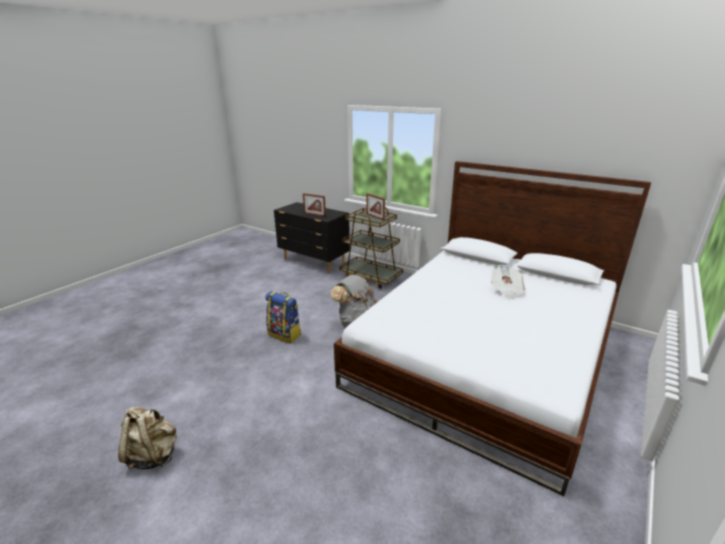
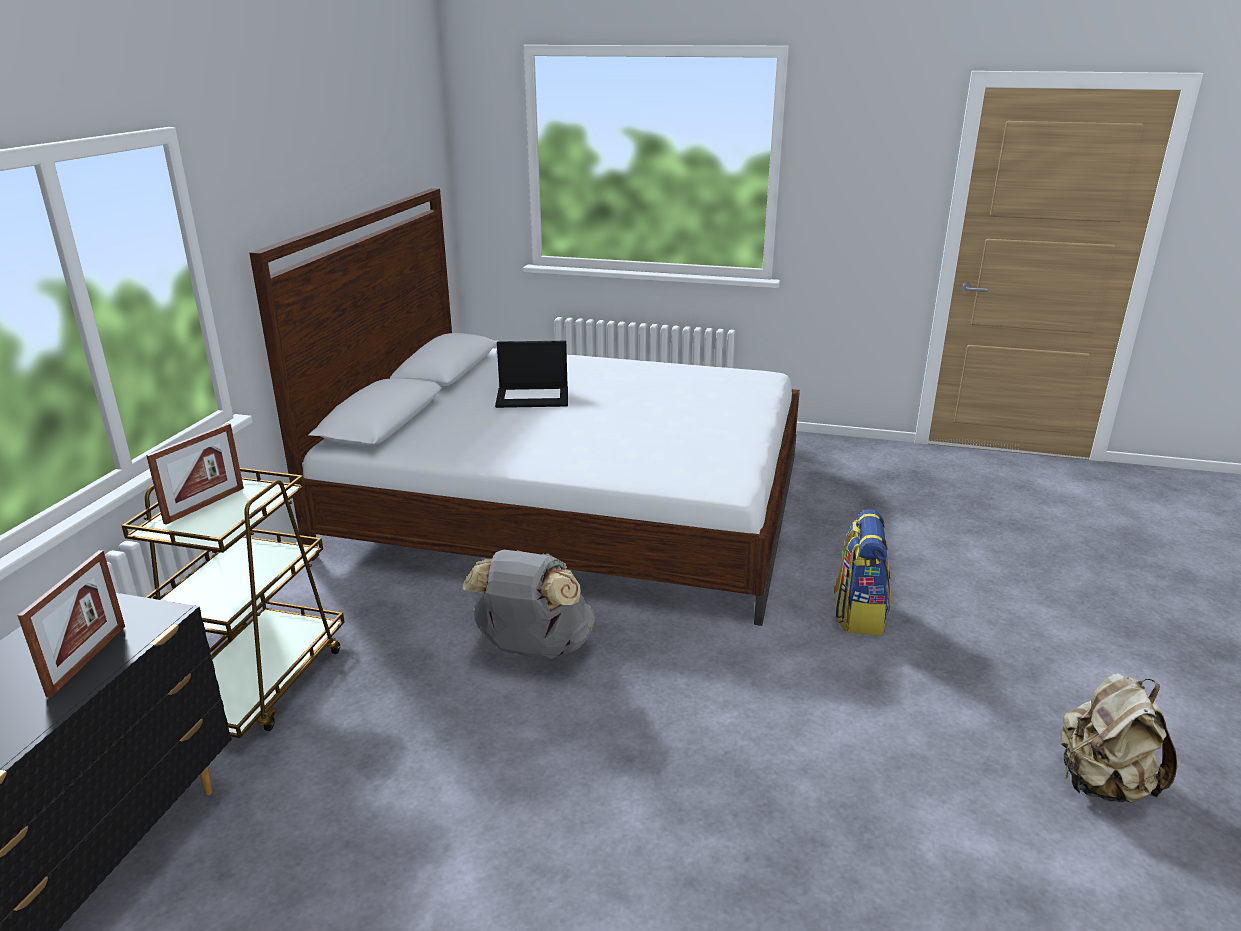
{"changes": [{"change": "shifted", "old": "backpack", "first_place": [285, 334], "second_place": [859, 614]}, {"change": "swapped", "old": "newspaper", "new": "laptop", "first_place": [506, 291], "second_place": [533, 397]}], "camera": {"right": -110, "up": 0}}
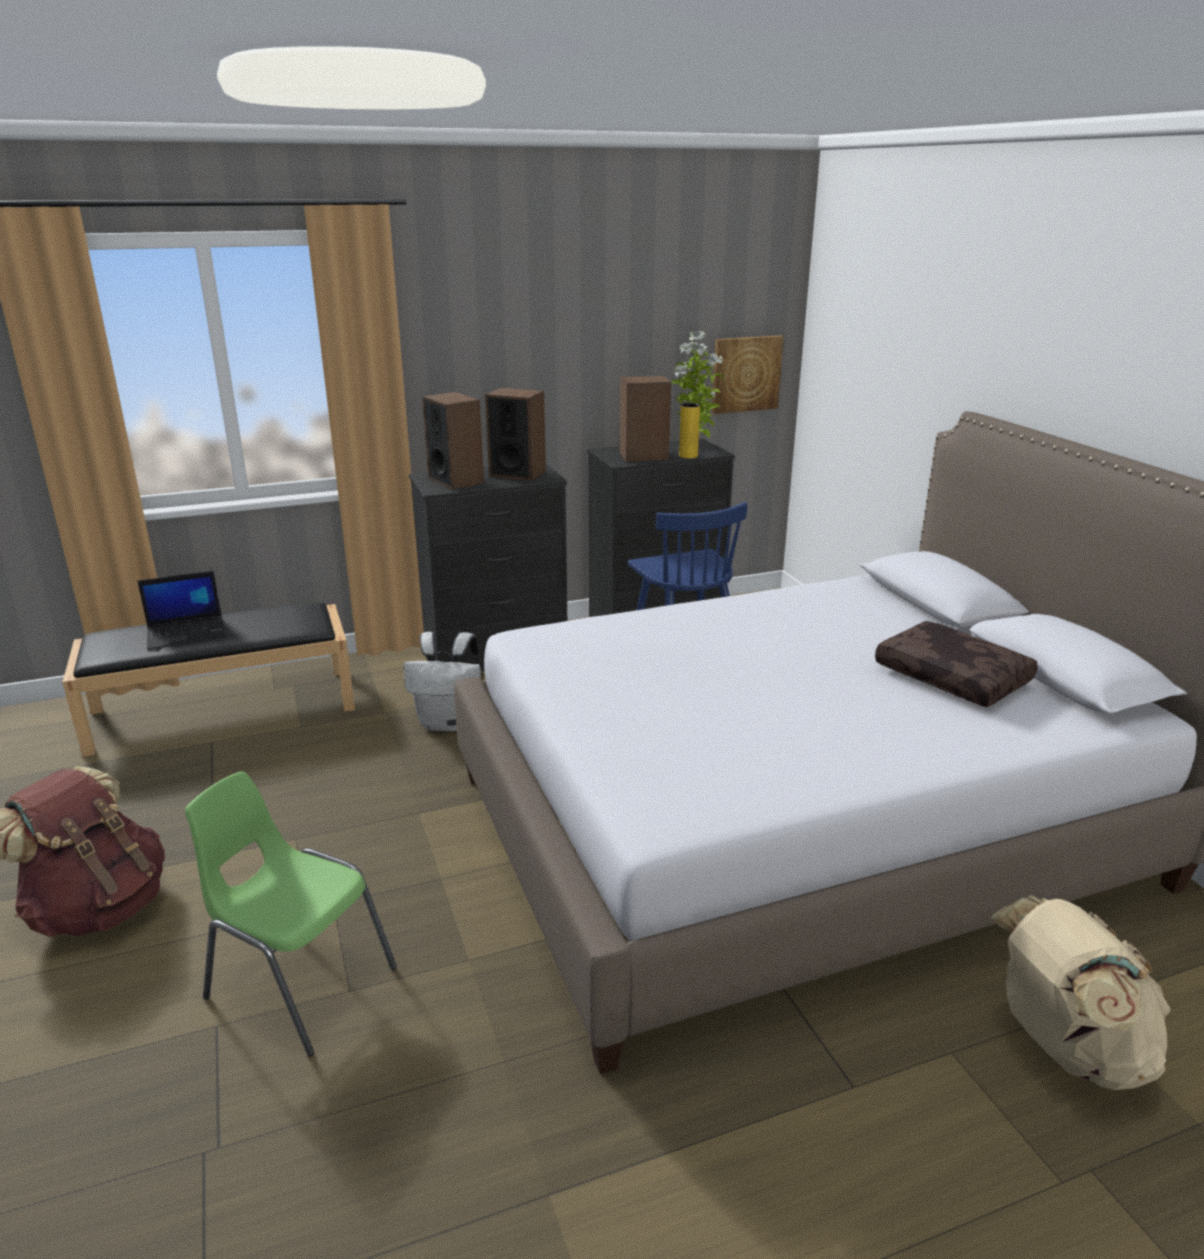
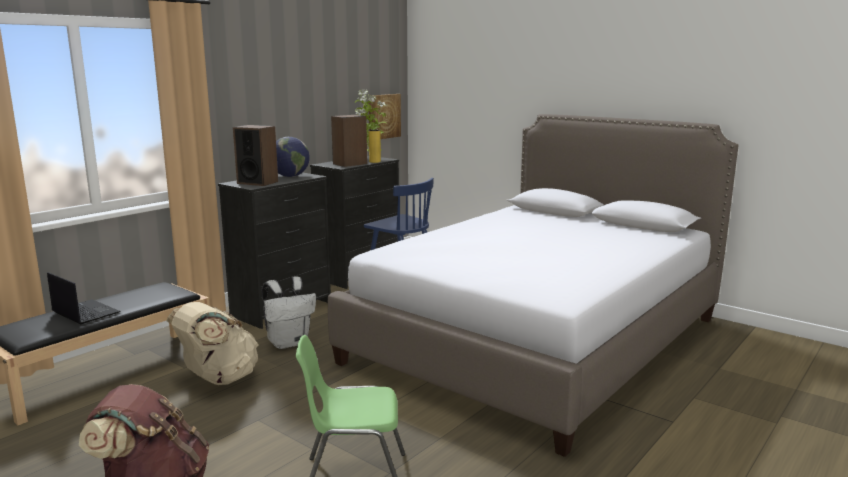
{"changes": [{"change": "rotated", "old": "laptop", "first_place": [187, 633], "second_place": [84, 312], "degrees": -90}, {"change": "swapped", "old": "speaker", "new": "globe", "first_place": [517, 473], "second_place": [290, 176]}, {"change": "gone", "old": "brown pillow", "first_place": [954, 677]}, {"change": "shifted", "old": "beige backpack", "first_place": [1065, 1046], "second_place": [218, 379]}], "camera": {"right": -30, "up": -10}}
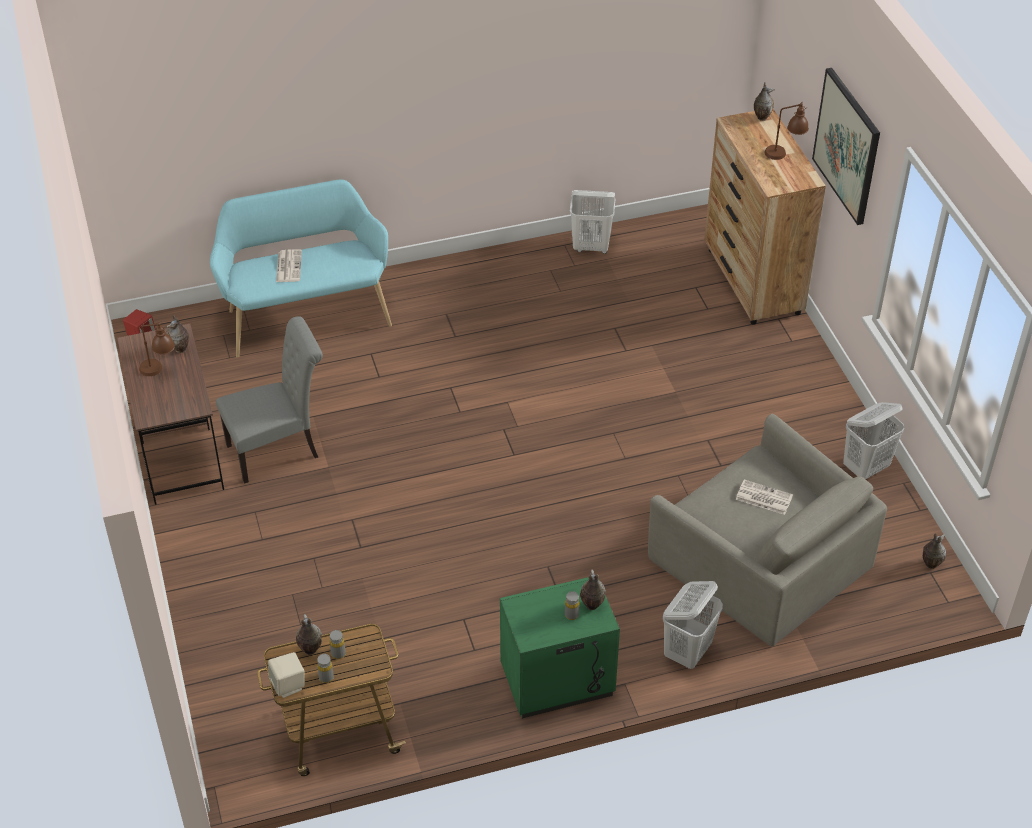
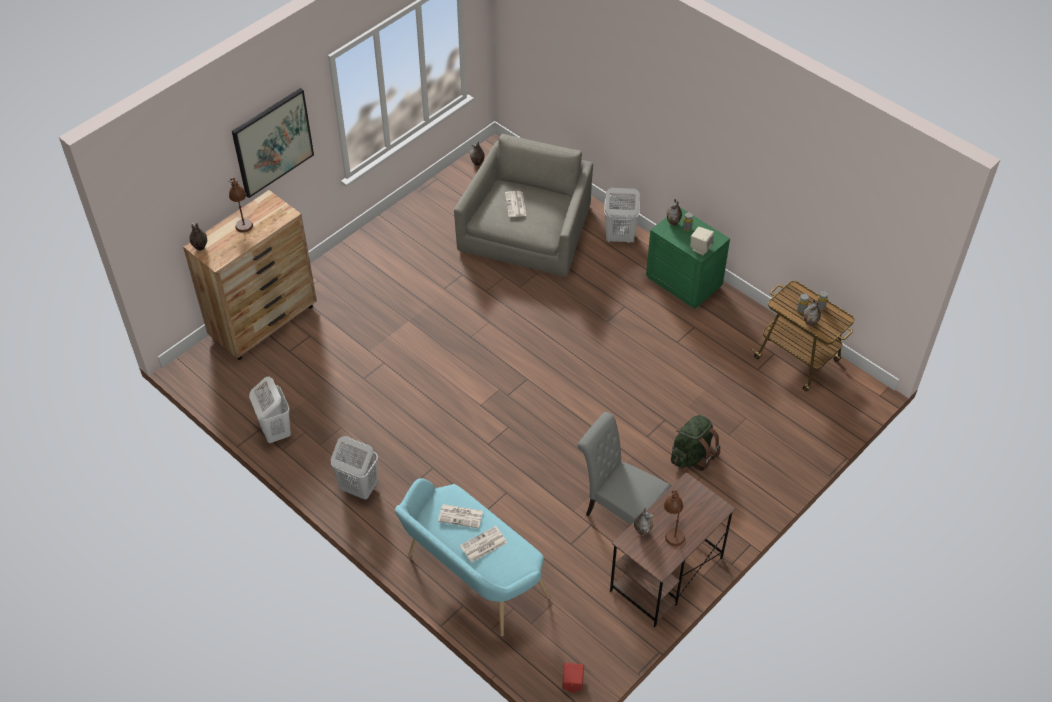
{"changes": [{"change": "shifted", "old": "beige speaker", "first_place": [288, 685], "second_place": [700, 248]}, {"change": "shifted", "old": "white laundry basket", "first_place": [866, 468], "second_place": [358, 488]}, {"change": "new", "new": "newspaper", "second_place": [461, 516]}, {"change": "new", "new": "green backpack", "second_place": [692, 455]}], "camera": {"right": -120, "up": 5}}
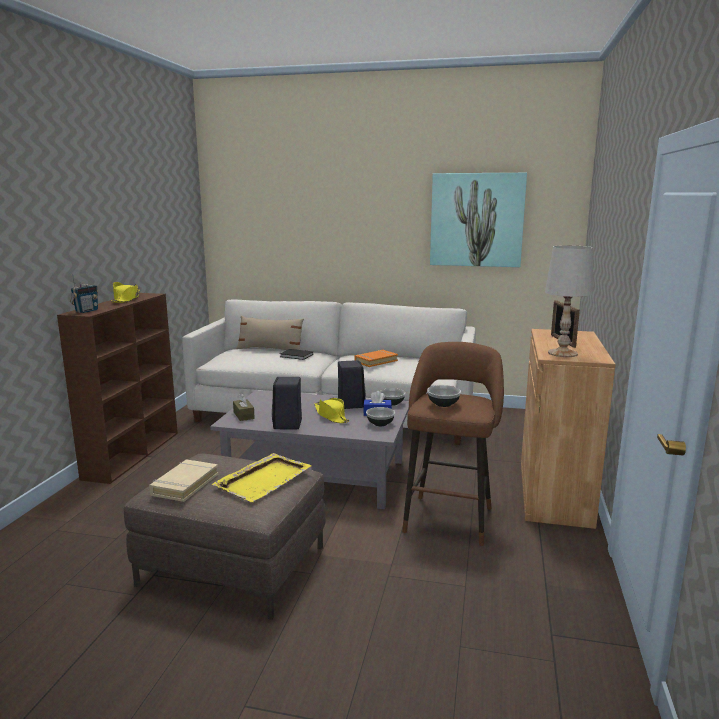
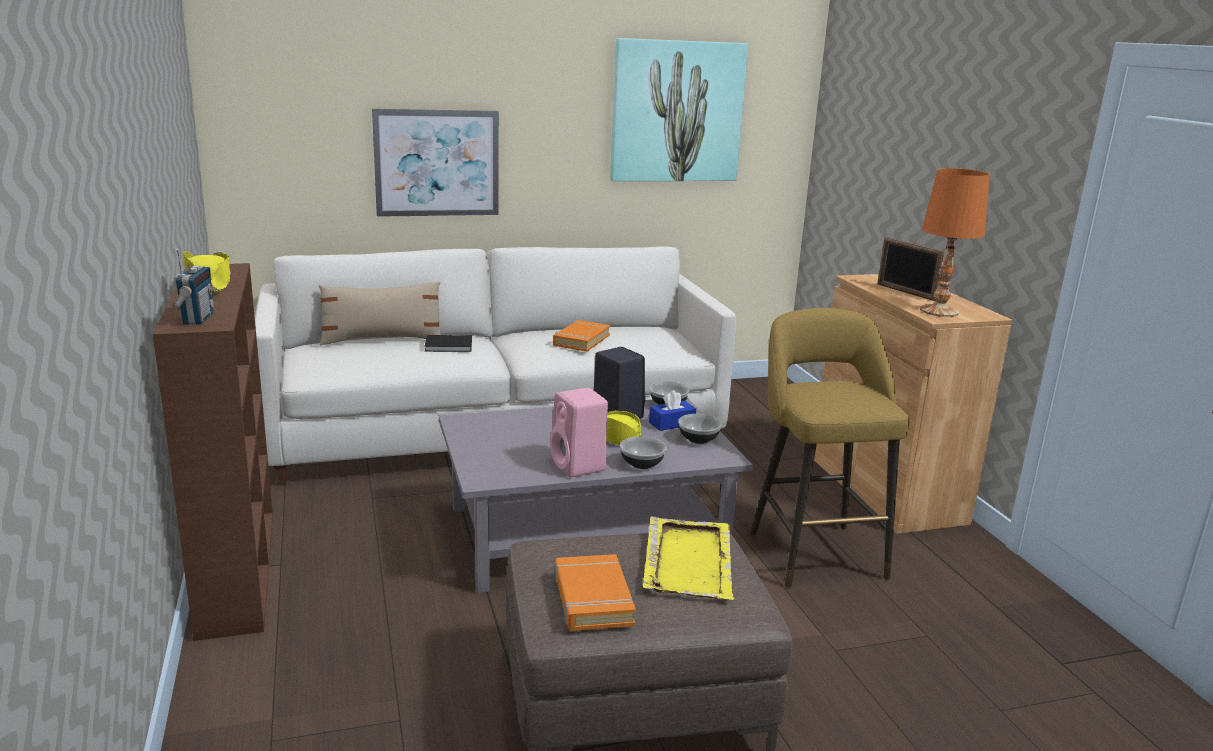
{"changes": [{"change": "repainted", "old": "beige book", "new": "orange book", "first_place": [184, 484], "second_place": [592, 599]}, {"change": "gone", "old": "brown tissue box", "first_place": [243, 415]}, {"change": "repainted", "old": "black speaker", "new": "pink speaker", "first_place": [288, 425], "second_place": [579, 466]}, {"change": "repainted", "old": "brown stool", "new": "yellow stool", "first_place": [449, 516], "second_place": [814, 550]}, {"change": "shifted", "old": "bowl", "first_place": [443, 404], "second_place": [642, 464]}, {"change": "repainted", "old": "white table lamp", "new": "orange table lamp", "first_place": [562, 353], "second_place": [938, 311]}, {"change": "new", "new": "picture", "second_place": [437, 163]}], "camera": {"right": -30, "up": 5}}
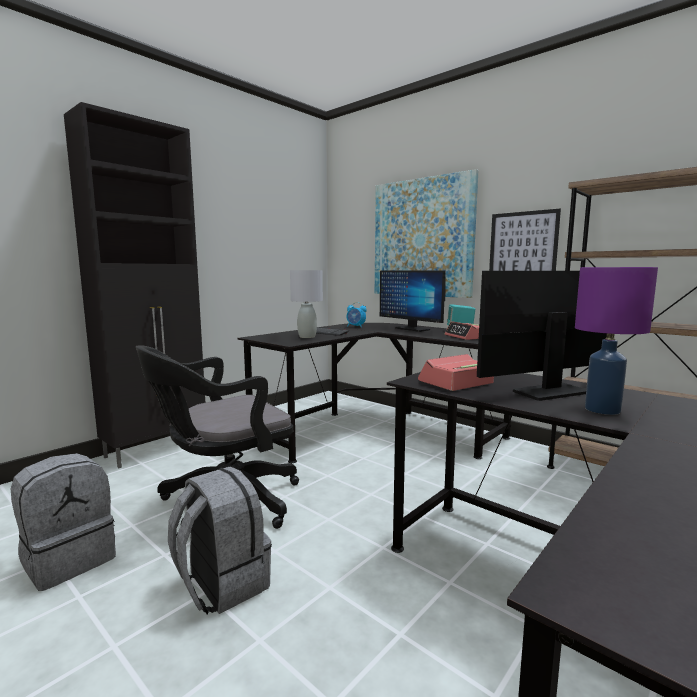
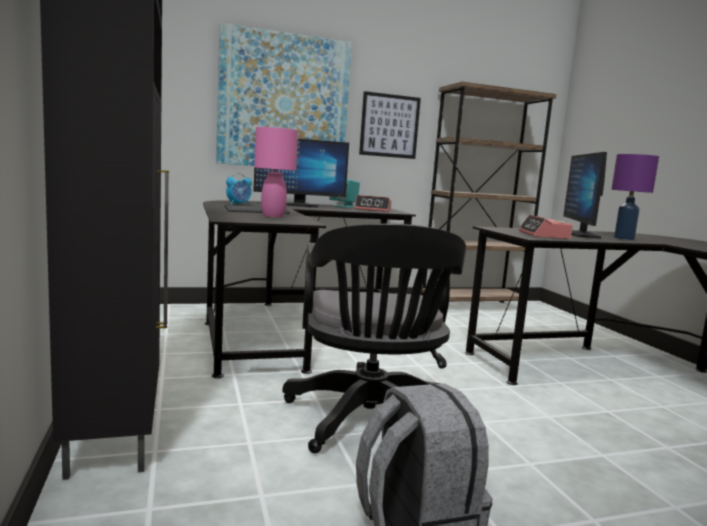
{"changes": [{"change": "gone", "old": "grey backpack", "first_place": [221, 584]}, {"change": "repainted", "old": "grey table lamp", "new": "pink table lamp", "first_place": [306, 337], "second_place": [273, 216]}], "camera": {"right": -60, "up": 0}}
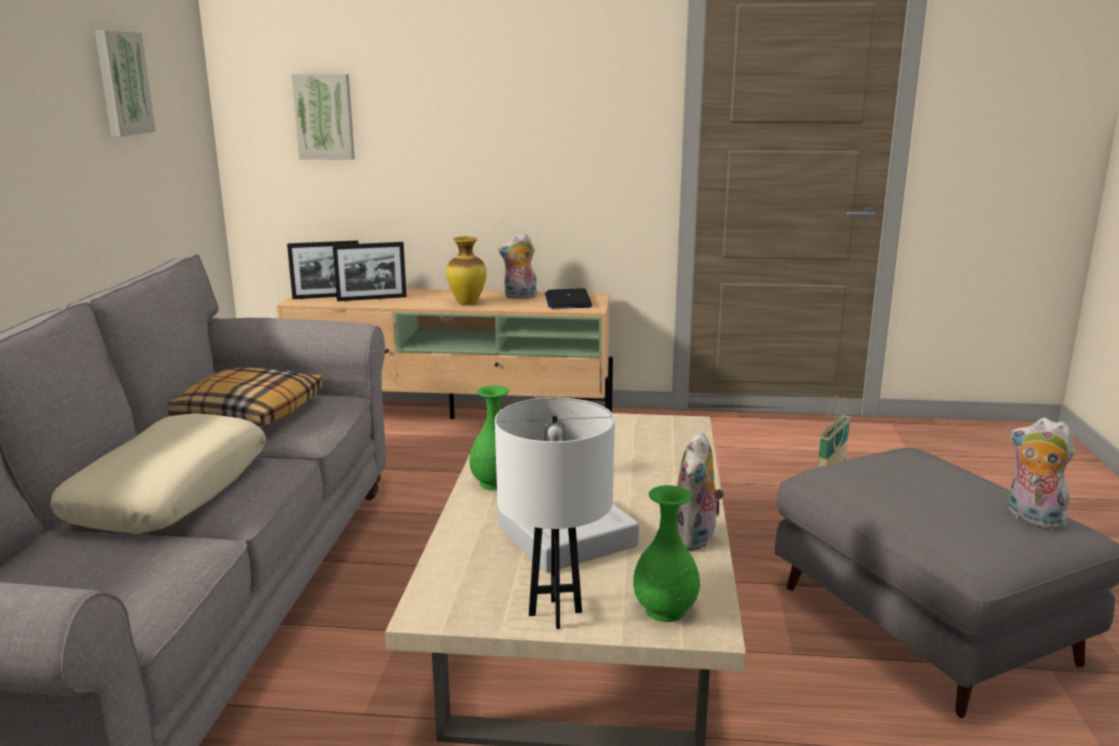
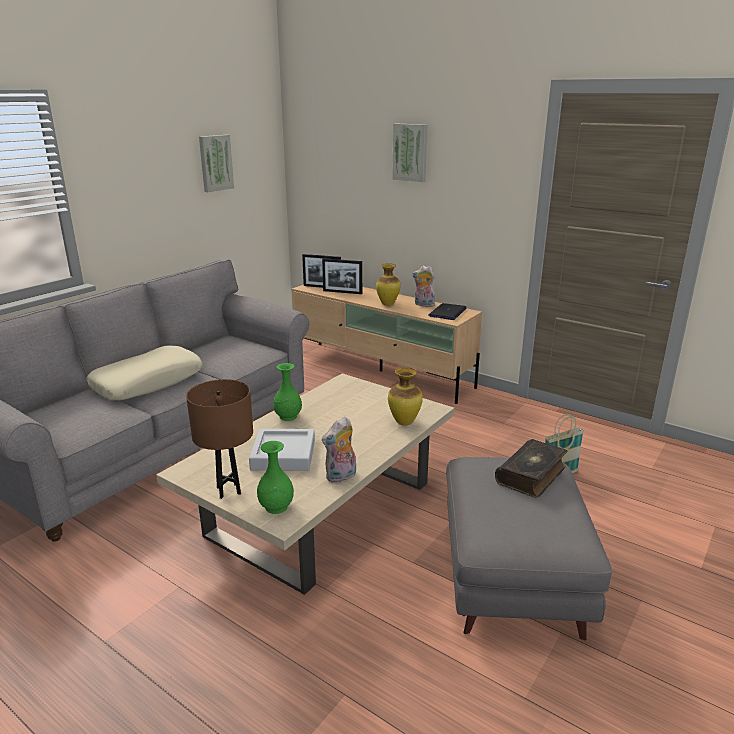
{"changes": [{"change": "gone", "old": "pillow", "first_place": [249, 412]}, {"change": "shifted", "old": "picture", "first_place": [324, 117], "second_place": [410, 152]}, {"change": "repainted", "old": "white table lamp", "new": "brown table lamp", "first_place": [555, 613], "second_place": [229, 490]}, {"change": "gone", "old": "plush toy", "first_place": [1031, 519]}, {"change": "new", "new": "vase", "second_place": [405, 422]}, {"change": "new", "new": "book", "second_place": [532, 475]}], "camera": {"right": 30, "up": 5}}
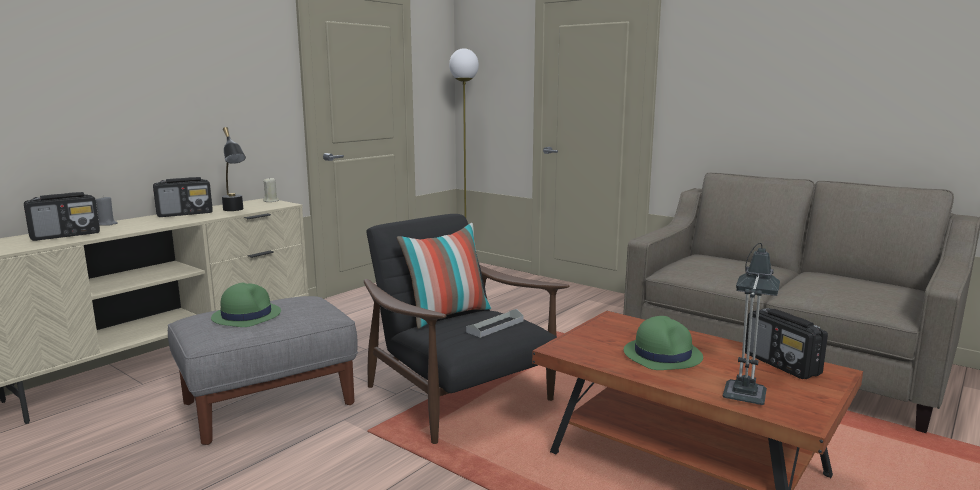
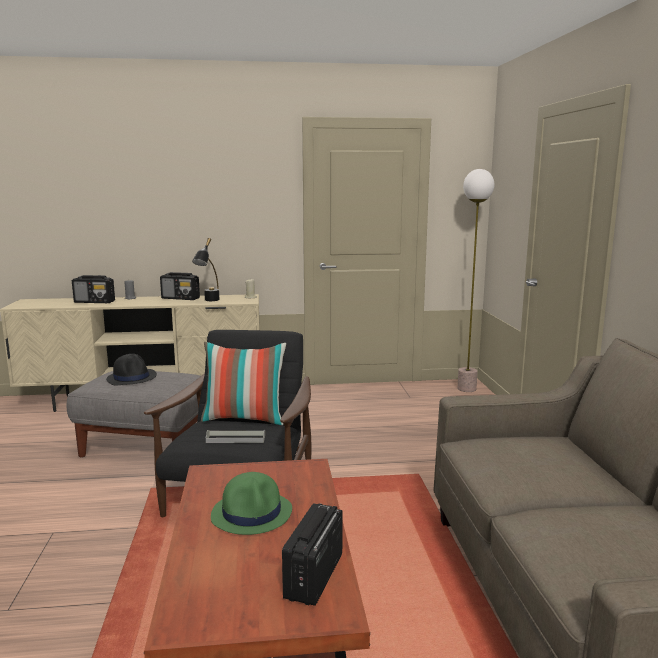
{"changes": [{"change": "repainted", "old": "green hat", "new": "black hat", "first_place": [246, 315], "second_place": [132, 378]}, {"change": "gone", "old": "table lamp", "first_place": [745, 390]}], "camera": {"right": 45, "up": 0}}
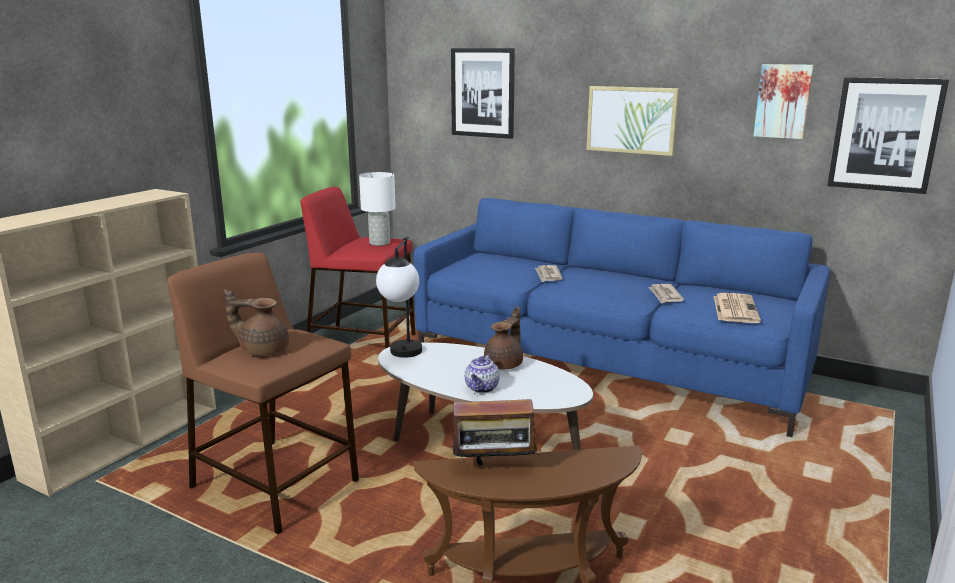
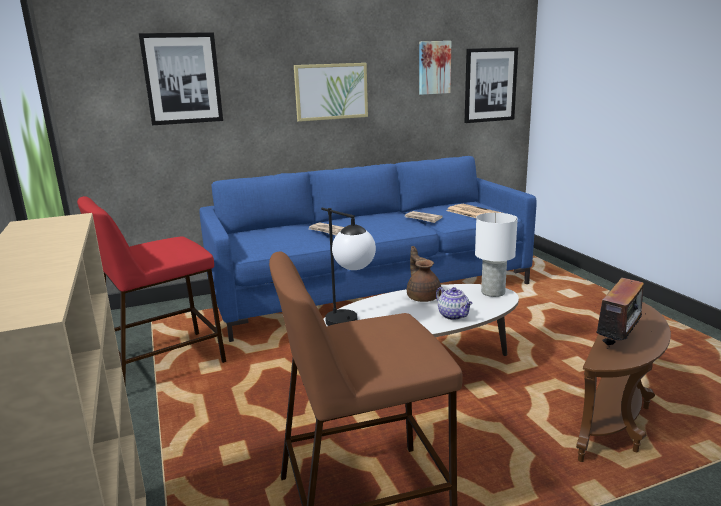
{"changes": [{"change": "gone", "old": "brown teapot", "first_place": [263, 350]}, {"change": "shifted", "old": "white table lamp", "first_place": [380, 243], "second_place": [492, 292]}], "camera": {"right": -50, "up": 0}}
